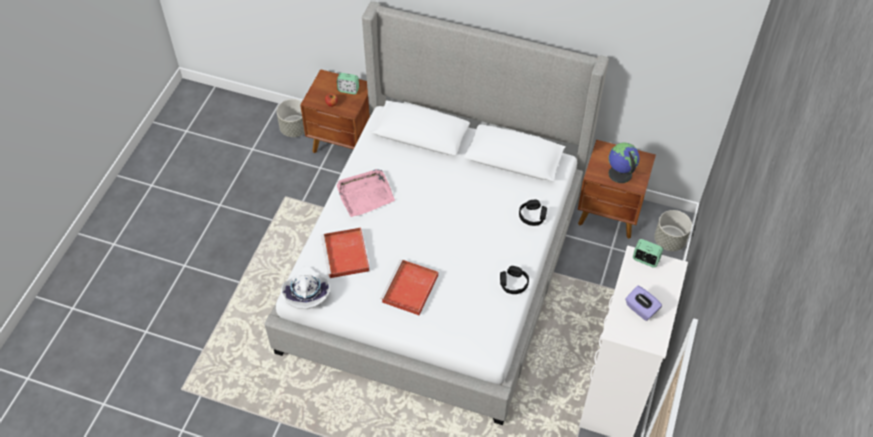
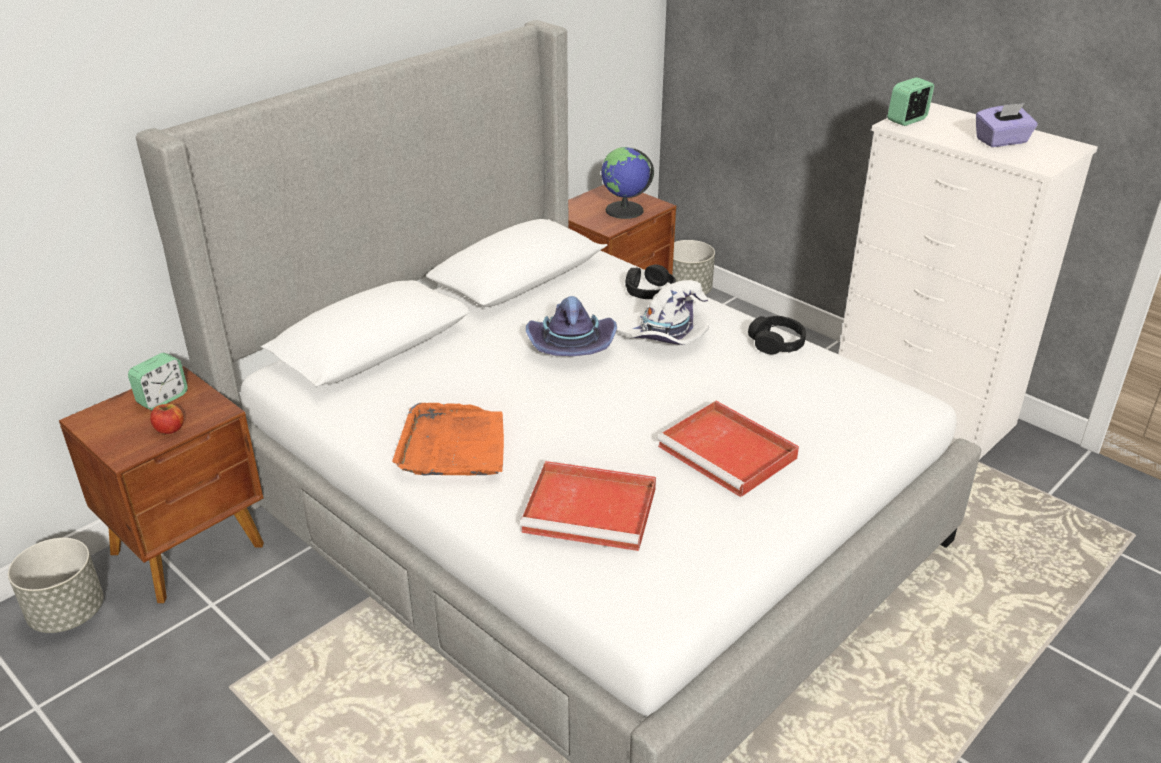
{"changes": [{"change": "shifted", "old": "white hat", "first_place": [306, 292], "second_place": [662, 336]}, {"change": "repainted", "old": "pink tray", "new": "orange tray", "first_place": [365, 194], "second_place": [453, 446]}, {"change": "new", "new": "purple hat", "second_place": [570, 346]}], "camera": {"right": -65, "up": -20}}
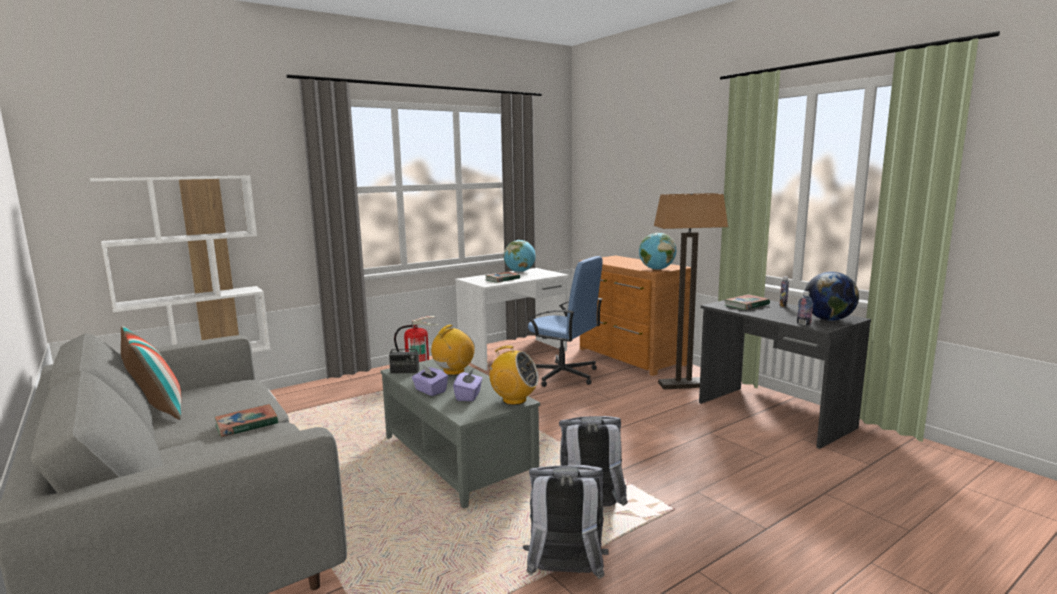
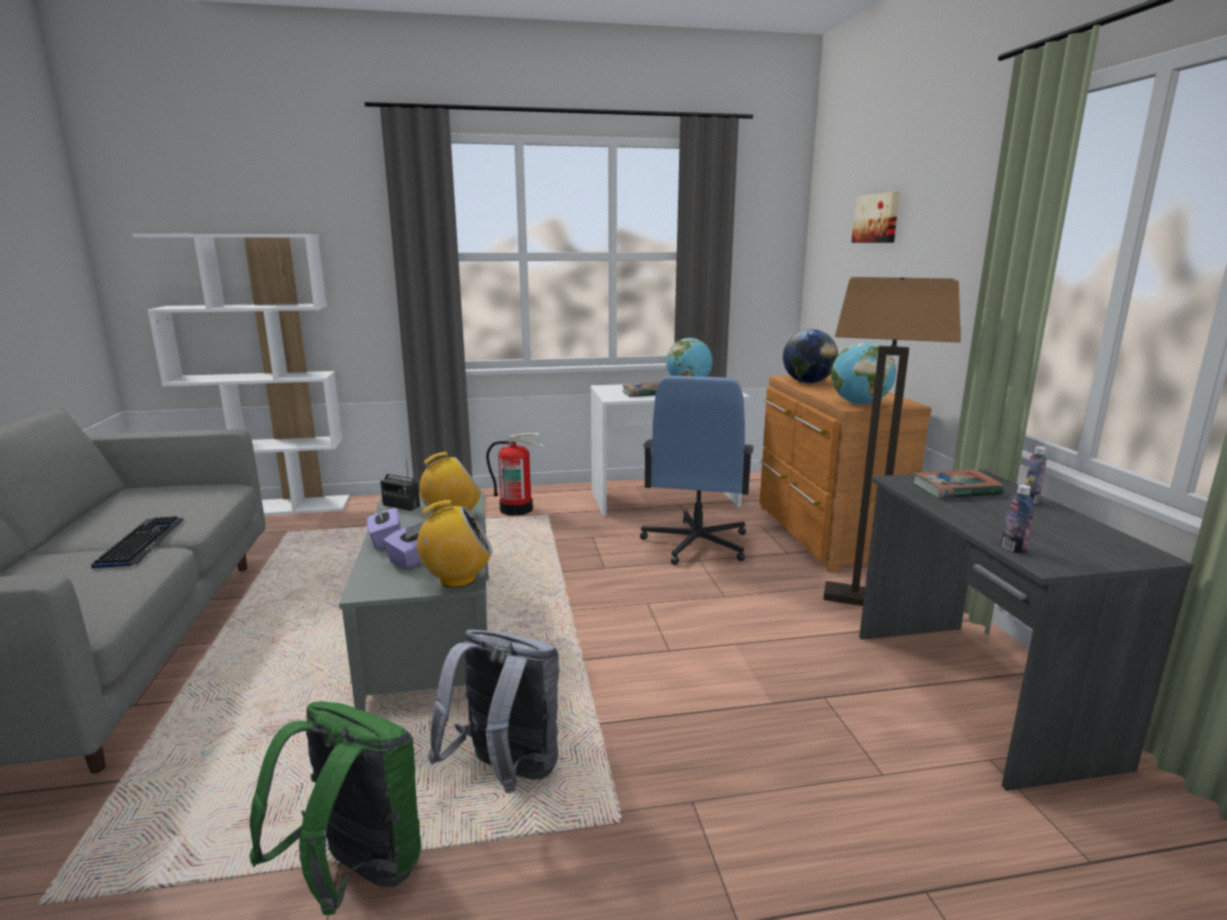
{"changes": [{"change": "gone", "old": "pillow", "first_place": [157, 411]}, {"change": "swapped", "old": "book", "new": "keyboard", "first_place": [246, 424], "second_place": [141, 543]}, {"change": "rotated", "old": "radio", "first_place": [514, 400], "second_place": [457, 579], "degrees": -60}, {"change": "repainted", "old": "grey backpack", "new": "green backpack", "first_place": [565, 574], "second_place": [356, 874]}, {"change": "rotated", "old": "blue office chair", "first_place": [563, 375], "second_place": [695, 544], "degrees": 45}, {"change": "shifted", "old": "globe", "first_place": [828, 320], "second_place": [807, 382]}, {"change": "new", "new": "picture", "second_place": [877, 218]}], "camera": {"right": 25, "up": 5}}
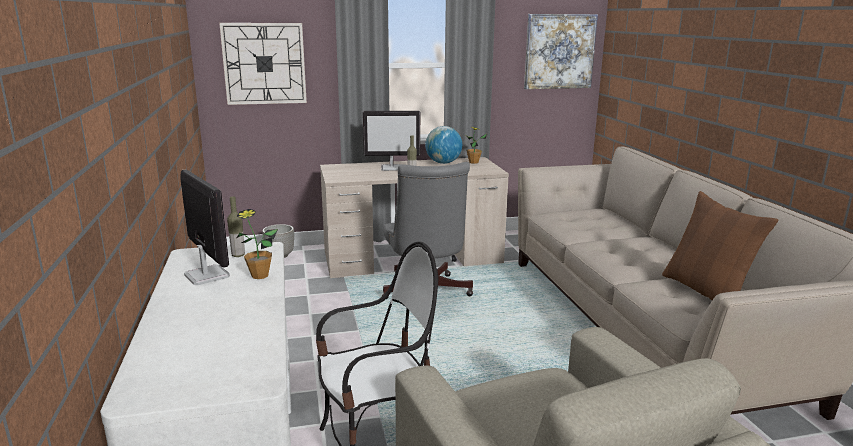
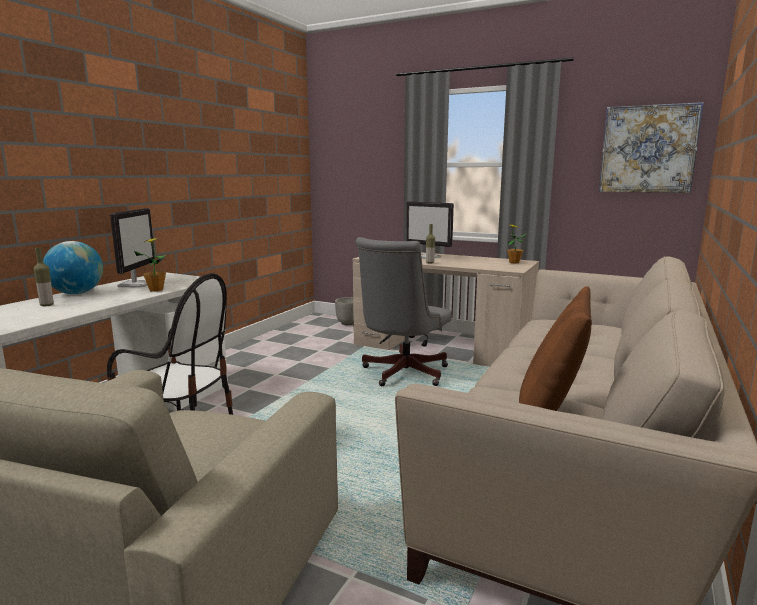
{"changes": [{"change": "gone", "old": "wall clock", "first_place": [264, 63]}, {"change": "shifted", "old": "bottle", "first_place": [238, 255], "second_place": [47, 305]}, {"change": "shifted", "old": "globe", "first_place": [443, 163], "second_place": [77, 293]}], "camera": {"right": 40, "up": -5}}
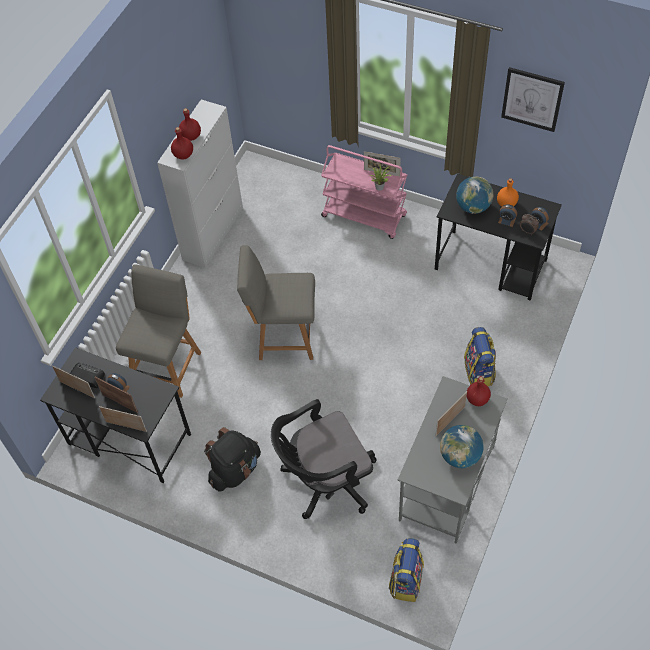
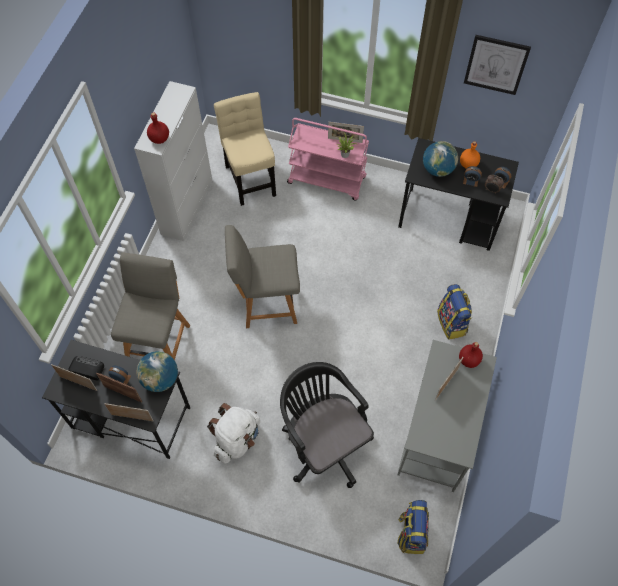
{"changes": [{"change": "gone", "old": "red bottle", "first_place": [190, 136]}, {"change": "repainted", "old": "black backpack", "new": "white backpack", "first_place": [235, 470], "second_place": [237, 439]}, {"change": "rotated", "old": "black office chair", "first_place": [325, 481], "second_place": [323, 442], "degrees": 90}, {"change": "shifted", "old": "globe", "first_place": [460, 456], "second_place": [160, 379]}, {"change": "new", "new": "beige chair", "second_place": [250, 178]}], "camera": {"right": -10, "up": 5}}
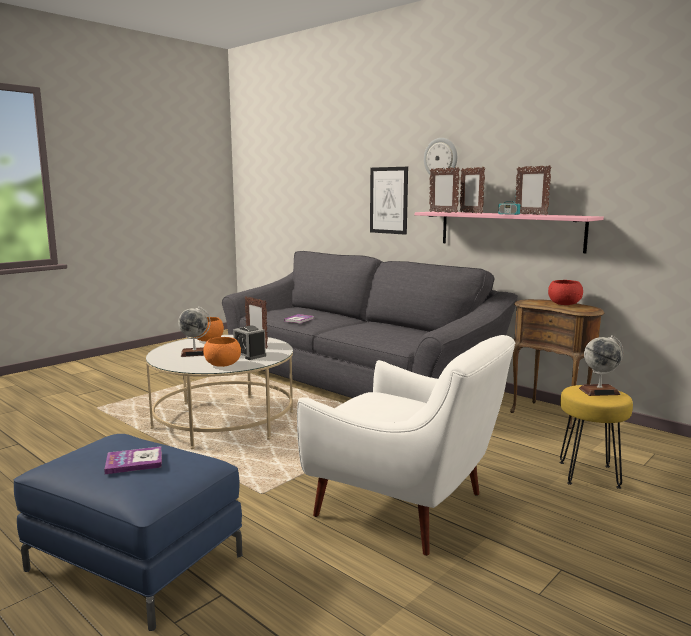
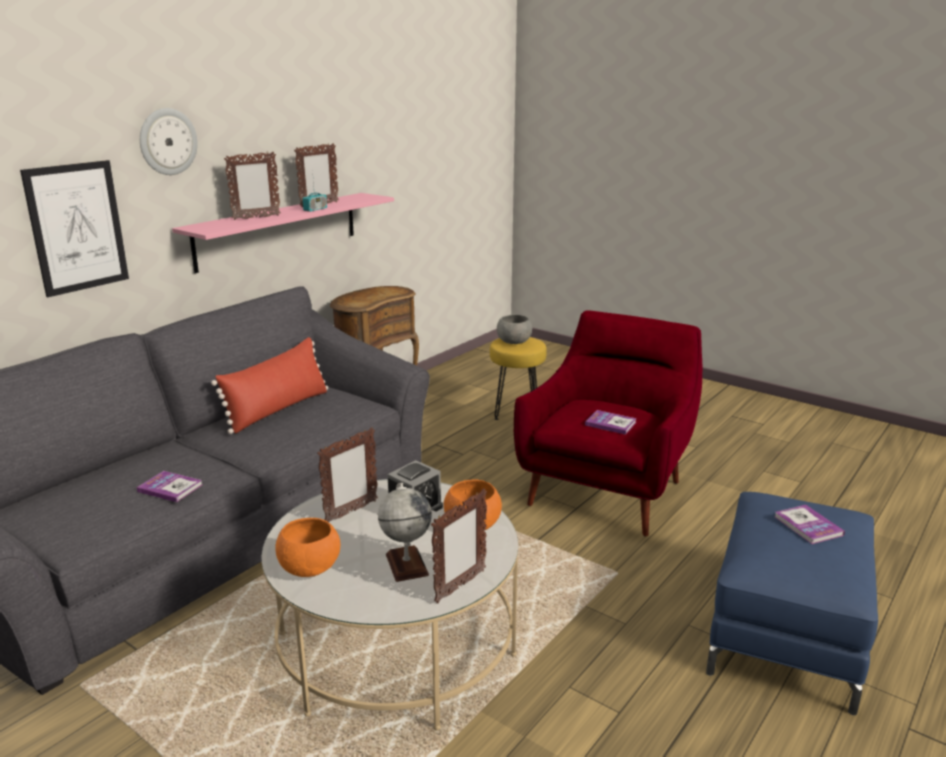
{"changes": [{"change": "repainted", "old": "white armchair", "new": "red armchair", "first_place": [407, 507], "second_place": [607, 489]}, {"change": "shifted", "old": "picture frame", "first_place": [443, 212], "second_place": [460, 586]}, {"change": "gone", "old": "red bowl", "first_place": [564, 304]}, {"change": "swapped", "old": "globe", "new": "grey bowl", "first_place": [599, 391], "second_place": [514, 342]}, {"change": "new", "new": "red pillow", "second_place": [278, 410]}, {"change": "new", "new": "book", "second_place": [610, 423]}], "camera": {"right": -95, "up": 10}}
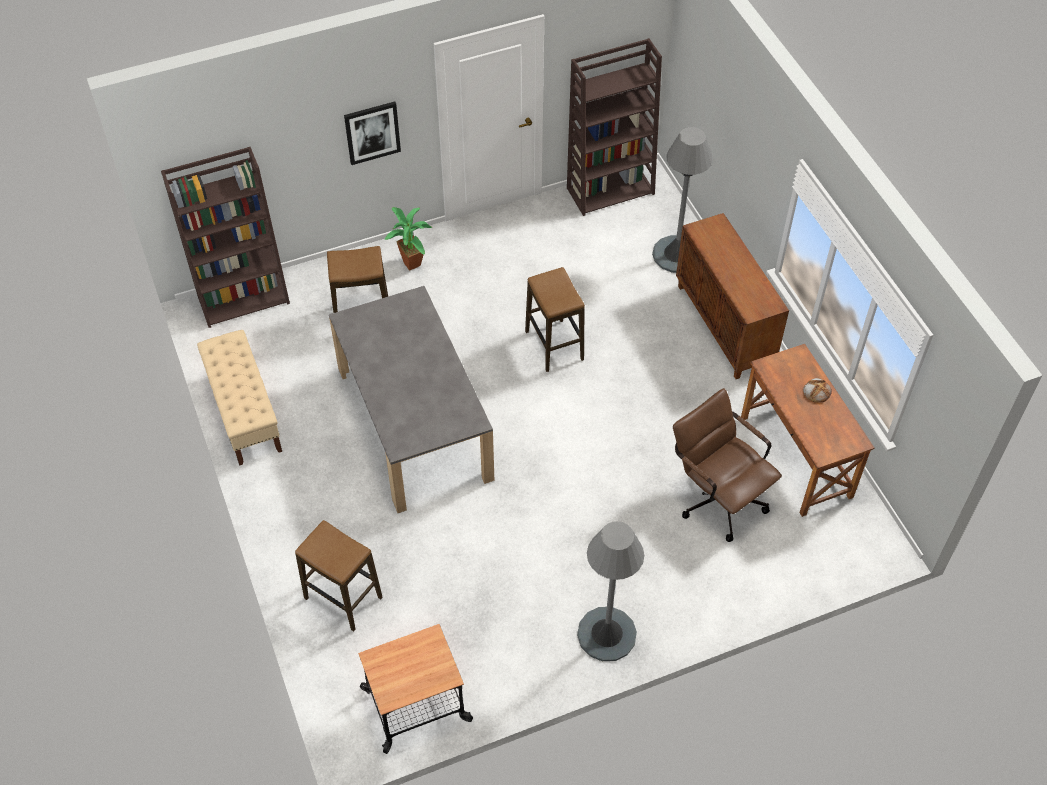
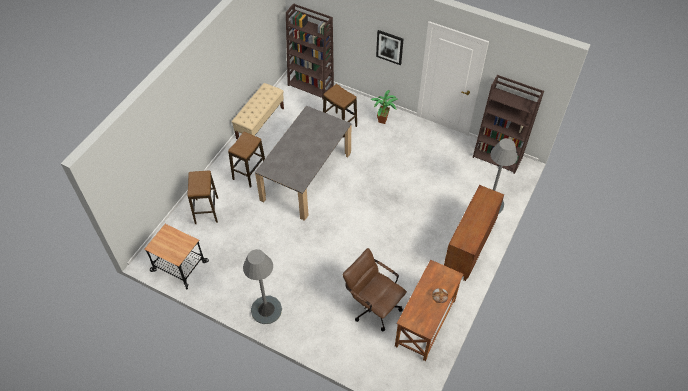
{"changes": [{"change": "shifted", "old": "stool", "first_place": [554, 345], "second_place": [249, 173]}, {"change": "rotated", "old": "brown office chair", "first_place": [717, 497], "second_place": [373, 306], "degrees": -60}], "camera": {"right": 50, "up": 0}}
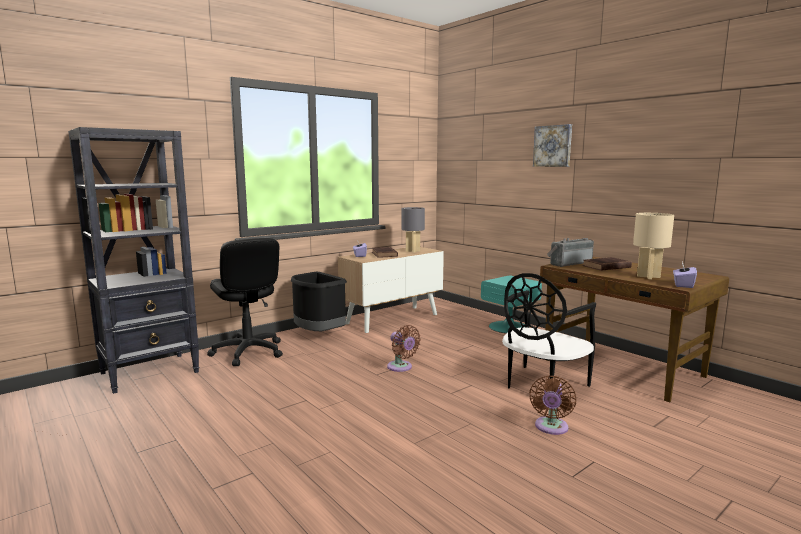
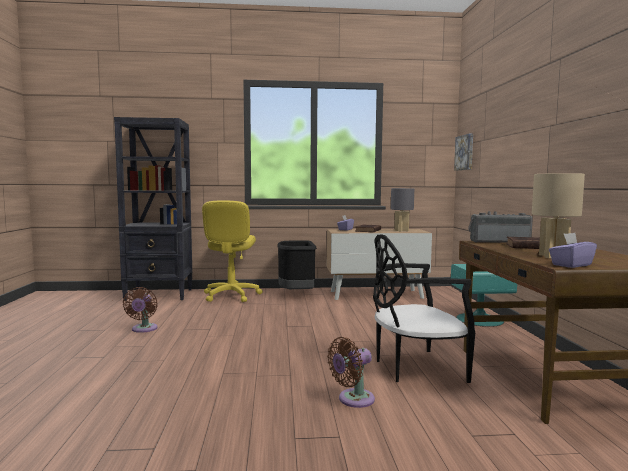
{"changes": [{"change": "repainted", "old": "black office chair", "new": "yellow office chair", "first_place": [248, 352], "second_place": [231, 295]}, {"change": "shifted", "old": "brown fan", "first_place": [401, 367], "second_place": [143, 329]}, {"change": "shifted", "old": "picture", "first_place": [553, 146], "second_place": [465, 152]}], "camera": {"right": 35, "up": -5}}
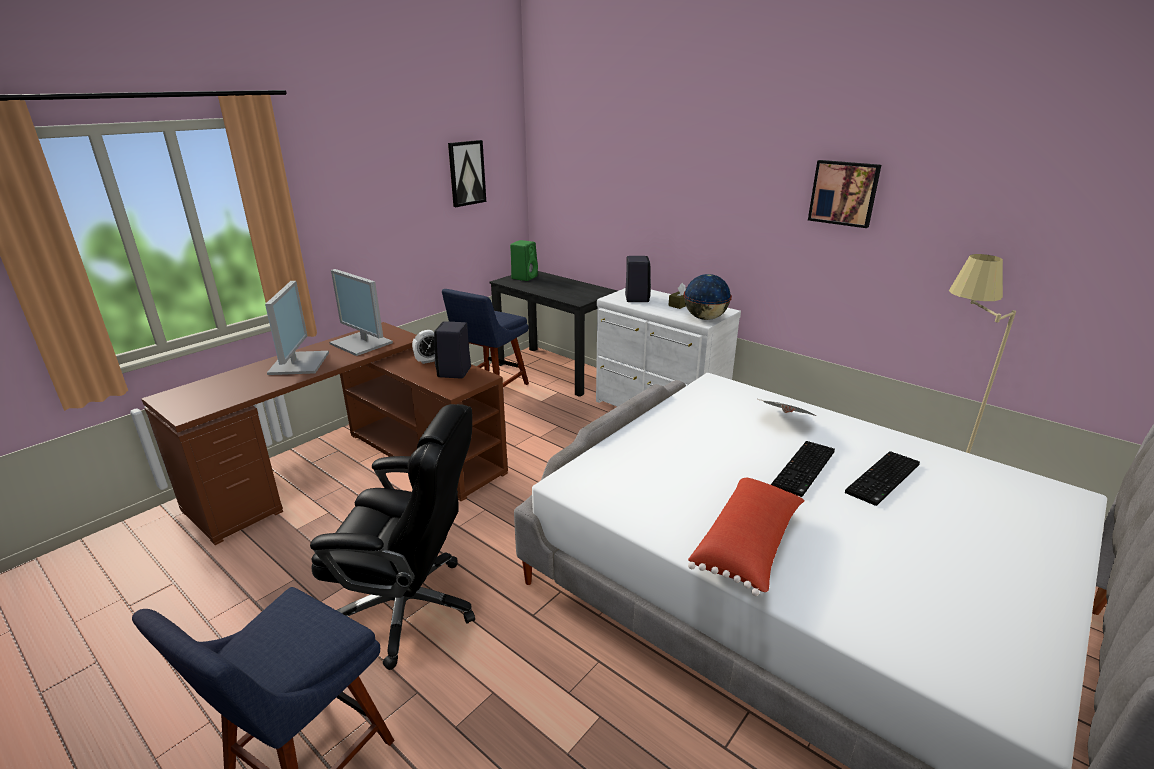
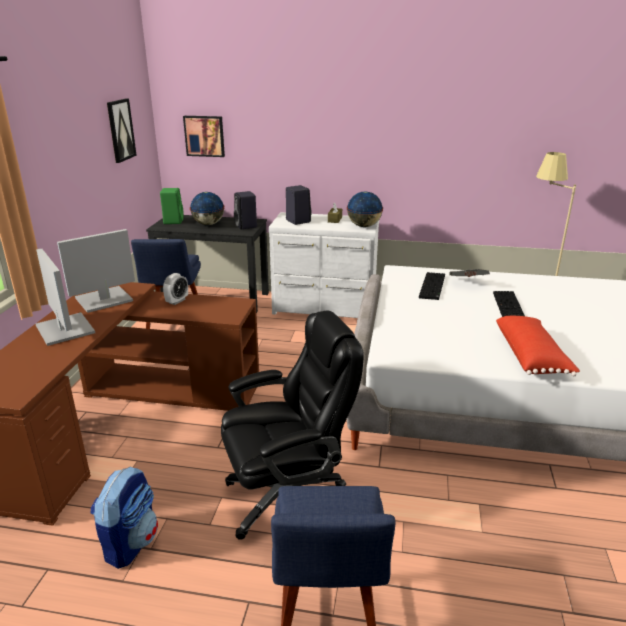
{"changes": [{"change": "rotated", "old": "monitor", "first_place": [362, 343], "second_place": [103, 300], "degrees": 135}, {"change": "shifted", "old": "black speaker", "first_place": [454, 373], "second_place": [246, 226]}, {"change": "shifted", "old": "picture", "first_place": [844, 193], "second_place": [204, 136]}, {"change": "shifted", "old": "keyboard", "first_place": [884, 480], "second_place": [433, 287]}, {"change": "new", "new": "backpack", "second_place": [130, 542]}, {"change": "new", "new": "globe", "second_place": [208, 224]}], "camera": {"right": -30, "up": 0}}
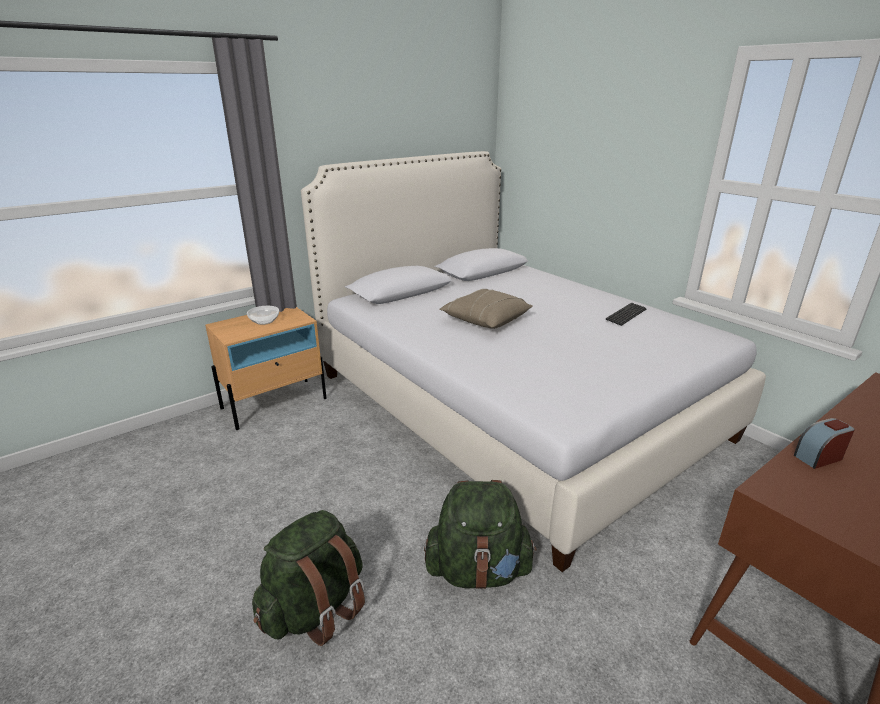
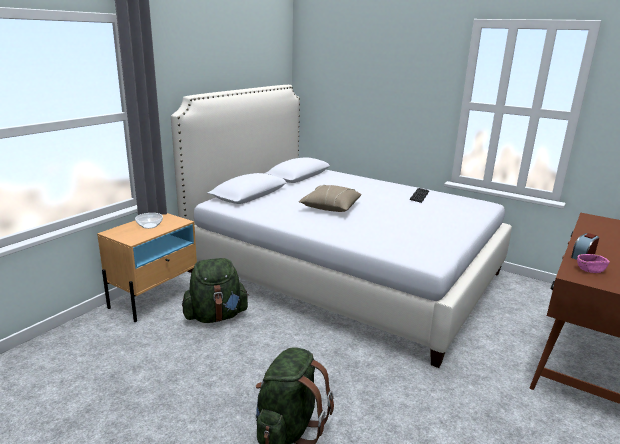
{"changes": [{"change": "shifted", "old": "green backpack", "first_place": [478, 571], "second_place": [216, 316]}, {"change": "new", "new": "pink bowl", "second_place": [590, 270]}], "camera": {"right": -20, "up": -5}}
